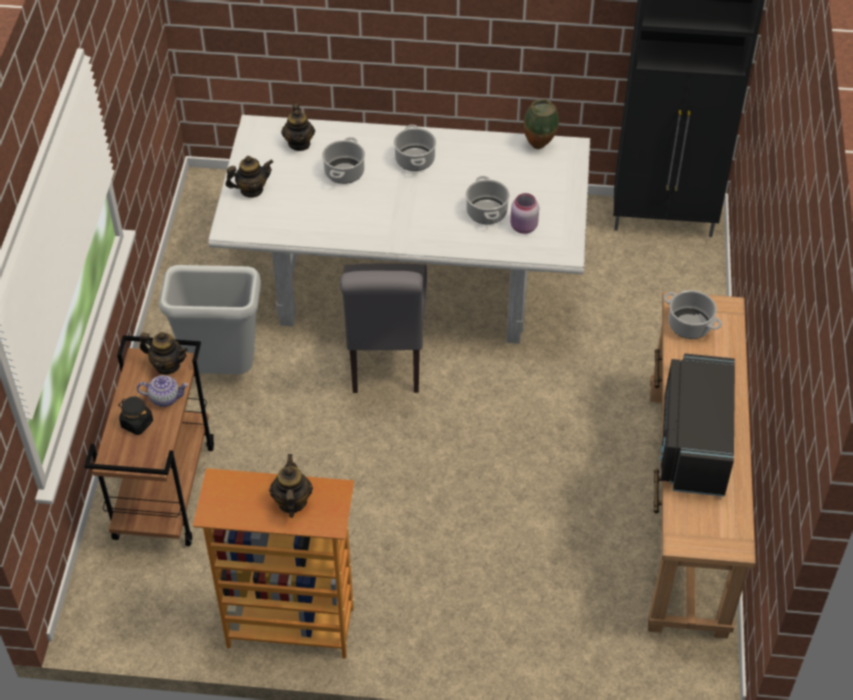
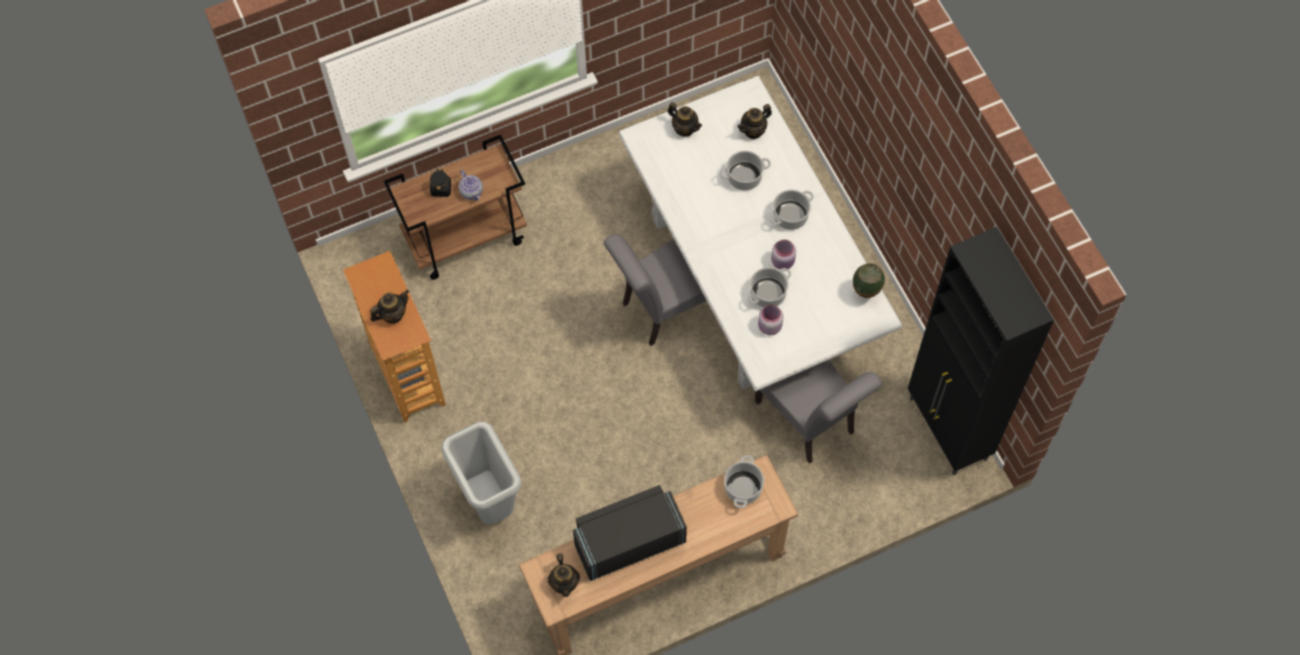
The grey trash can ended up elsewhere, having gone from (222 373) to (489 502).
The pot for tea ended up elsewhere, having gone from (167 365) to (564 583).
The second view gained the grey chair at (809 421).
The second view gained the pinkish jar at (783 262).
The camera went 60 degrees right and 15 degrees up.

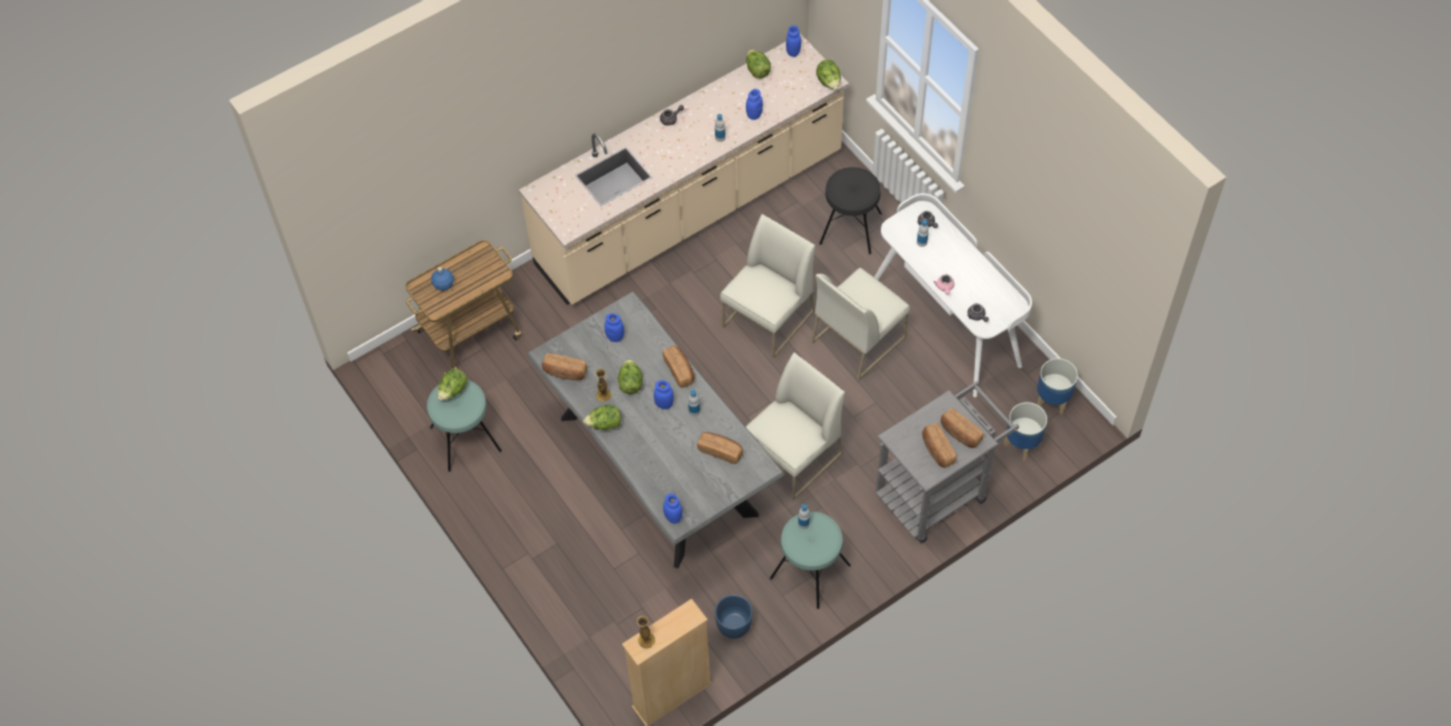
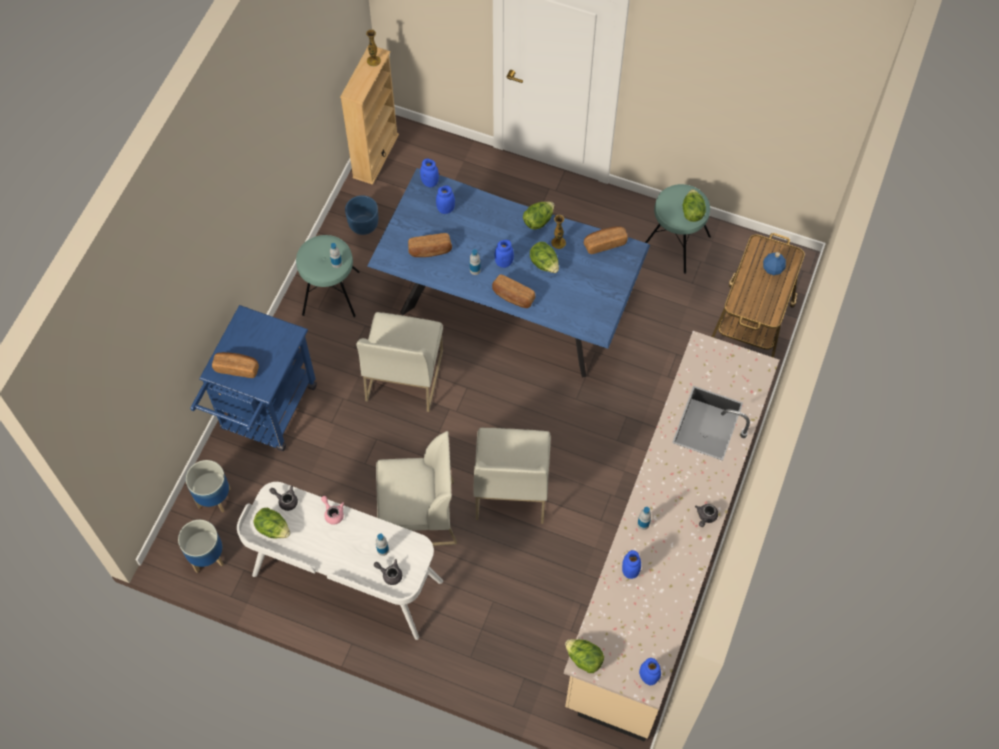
What was the grey wheeled cart at (938 491) turned into the blue wheeled cart at (265 414).
The head of lettuce ended up elsewhere, having gone from (757 70) to (273 529).
What was the grey dinner table at (658 466) turned into the blue dinner table at (508 307).
The whitish chair at (858 339) ended up facing another way, 75 degrees clockwise from before.
The blue jar ended up elsewhere, having gone from (615 337) to (445 209).
The second view lost the black stool seat at (850 228).
The second view lost the baked bread at (937 450).
The camera went 145 degrees right and 5 degrees up.

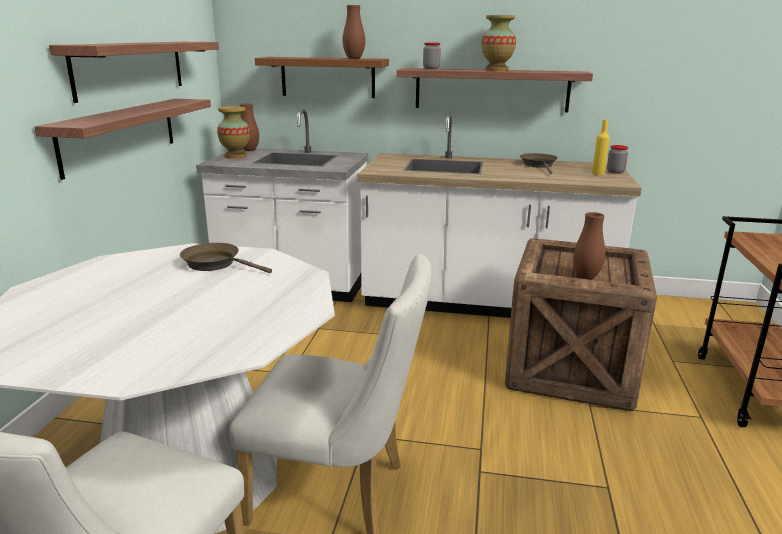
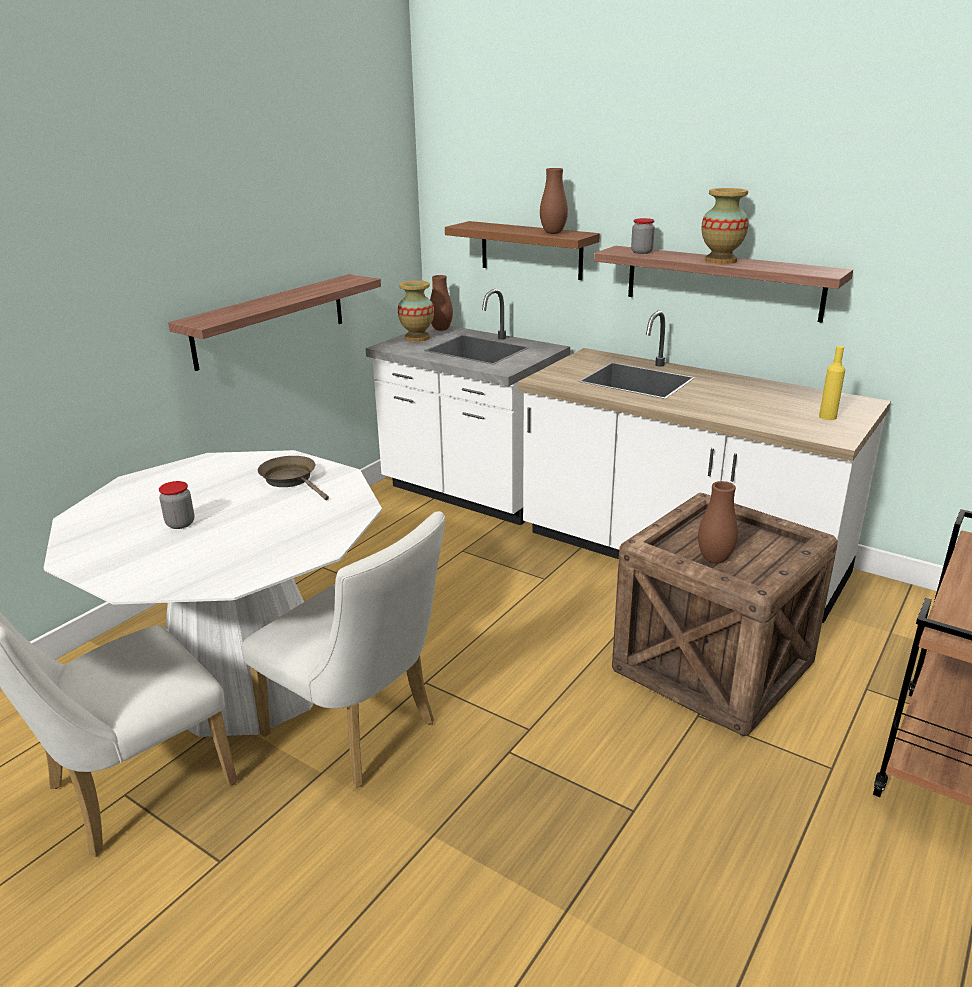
The jar ended up elsewhere, having gone from (615 172) to (180 524).
The second view lost the wall shelf at (131 68).
The second view lost the brown skillet at (539 165).
The camera went 25 degrees right and 5 degrees up.

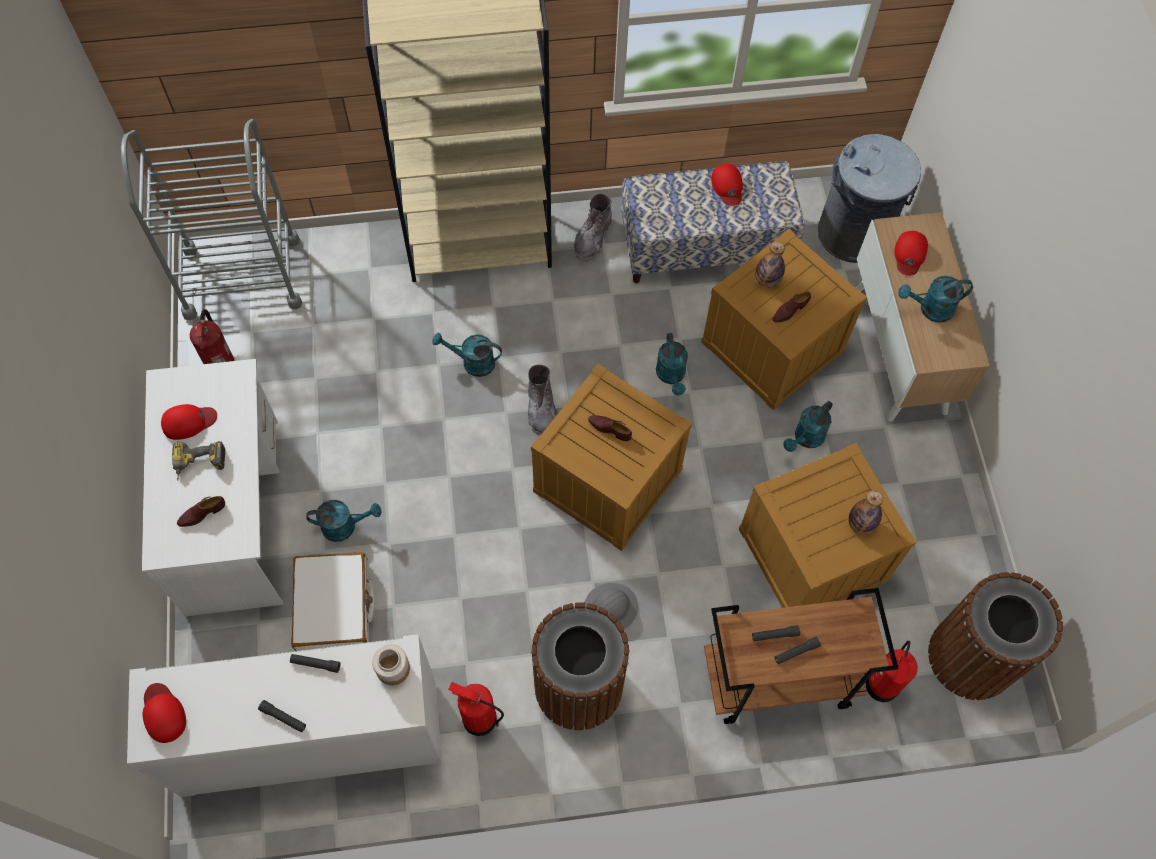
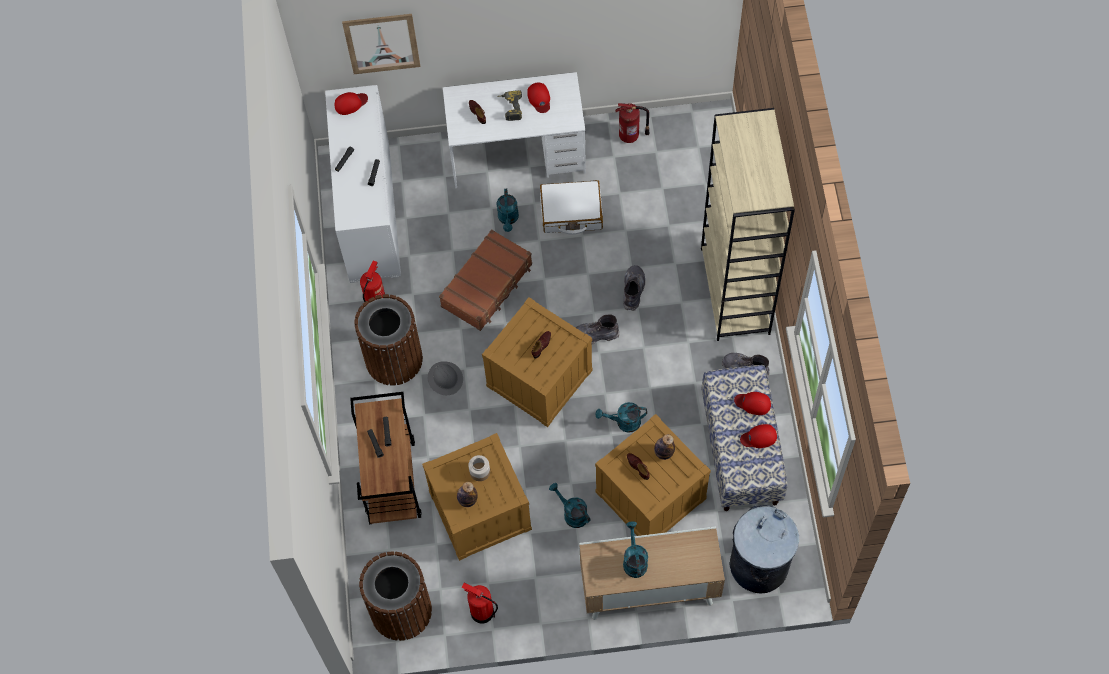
The second view gained the wall picture at (382 43).
The second view gained the brown piece of luggage at (487 285).
The fire extinguisher ended up elsewhere, having gone from (882 686) to (481 611).
The jar ended up elsewhere, having gone from (392 668) to (480 471).
The whitish piece of luggage ended up elsewhere, having gone from (334 608) to (571 212).
Where the turquoise-coloured sprinkling can stood at (472 362), the grey high-top boot came to stand at (633 290).
The red peaked cap ended up elsewhere, having gone from (909 254) to (753 403).
The second view lost the grey wheeled cart at (242 277).
The camera went 95 degrees right and 0 degrees up.

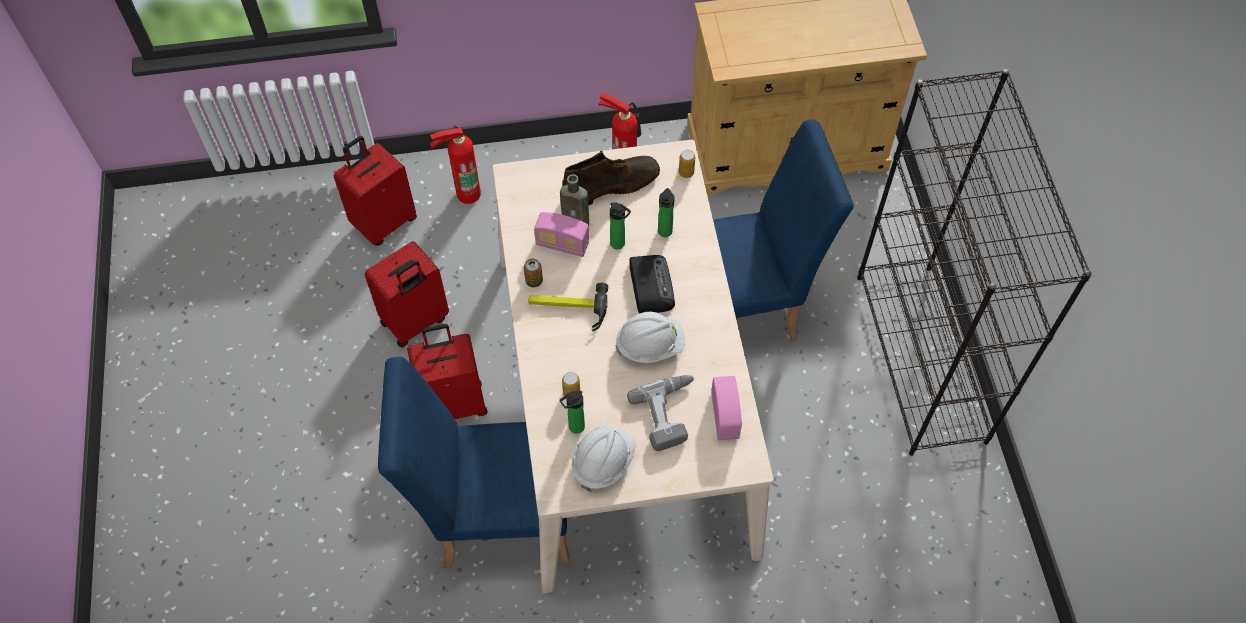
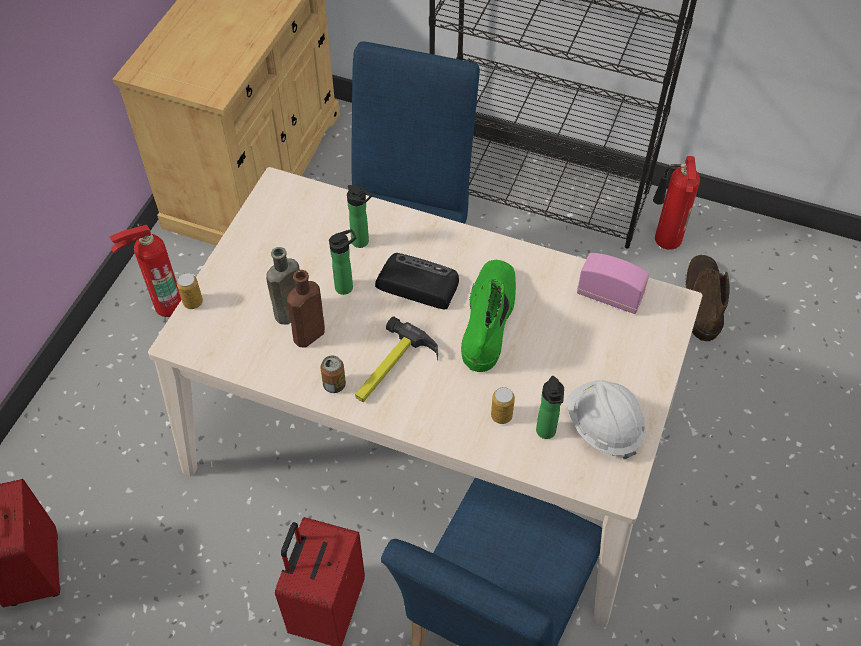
The sealed can ended up elsewhere, having gone from (686 172) to (193 302).
Where the radio set stood at (562 244), the brown drink bottle came to stand at (307 336).
Where the whitish work helmet stood at (650 345), the green-coloured high-top boot came to stand at (488 318).
The fire extinguisher ended up elsewhere, having gone from (466 193) to (665 240).
The brown high-top boot ended up elsewhere, having gone from (612 185) to (703 300).
The second view lost the red piece of luggage at (415 322).
The second view lost the drill at (670 414).
The camera went 60 degrees left and 5 degrees down.

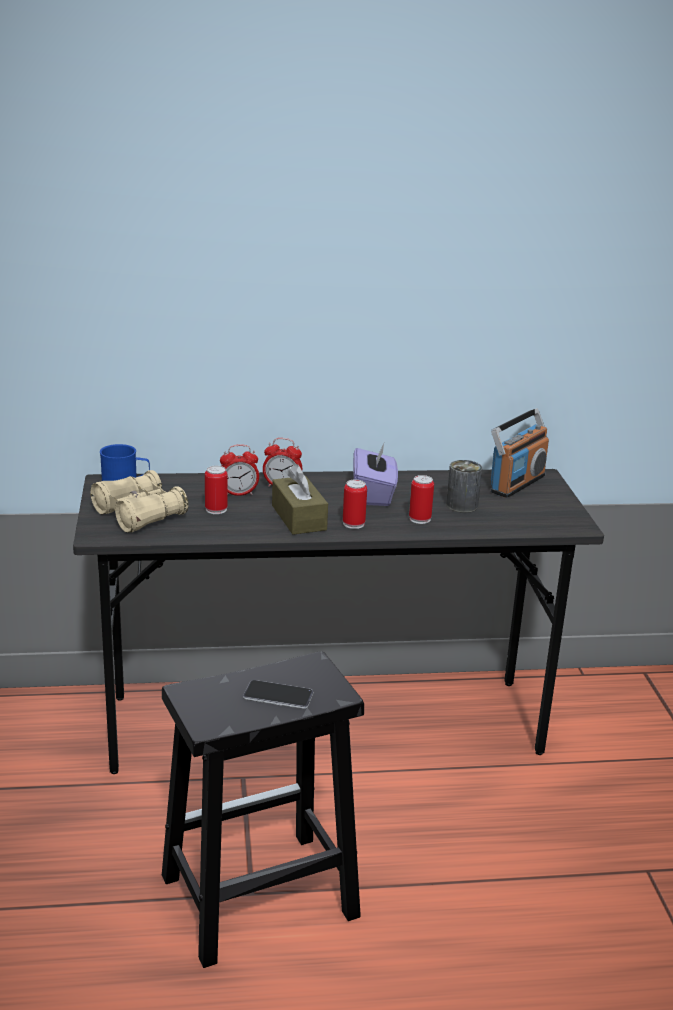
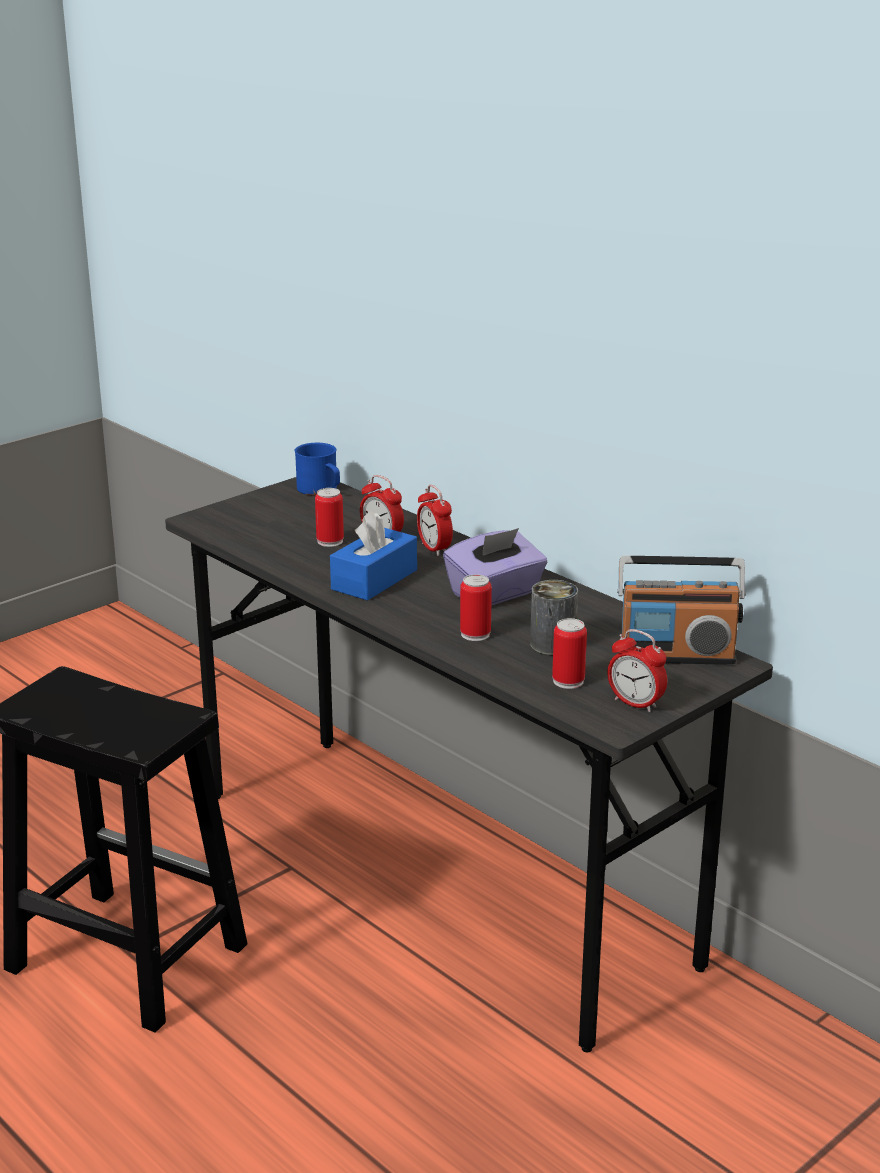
What was the brown box of tissues at (299 518) turned into the blue box of tissues at (374 580).
The sealed can ended up elsewhere, having gone from (353 524) to (568 681).
The second view gained the bedside clock at (635 704).
The second view lost the beige-coloured field glasses at (139 514).
The second view lost the telephone at (278 696).
The camera went 55 degrees right and 0 degrees up.

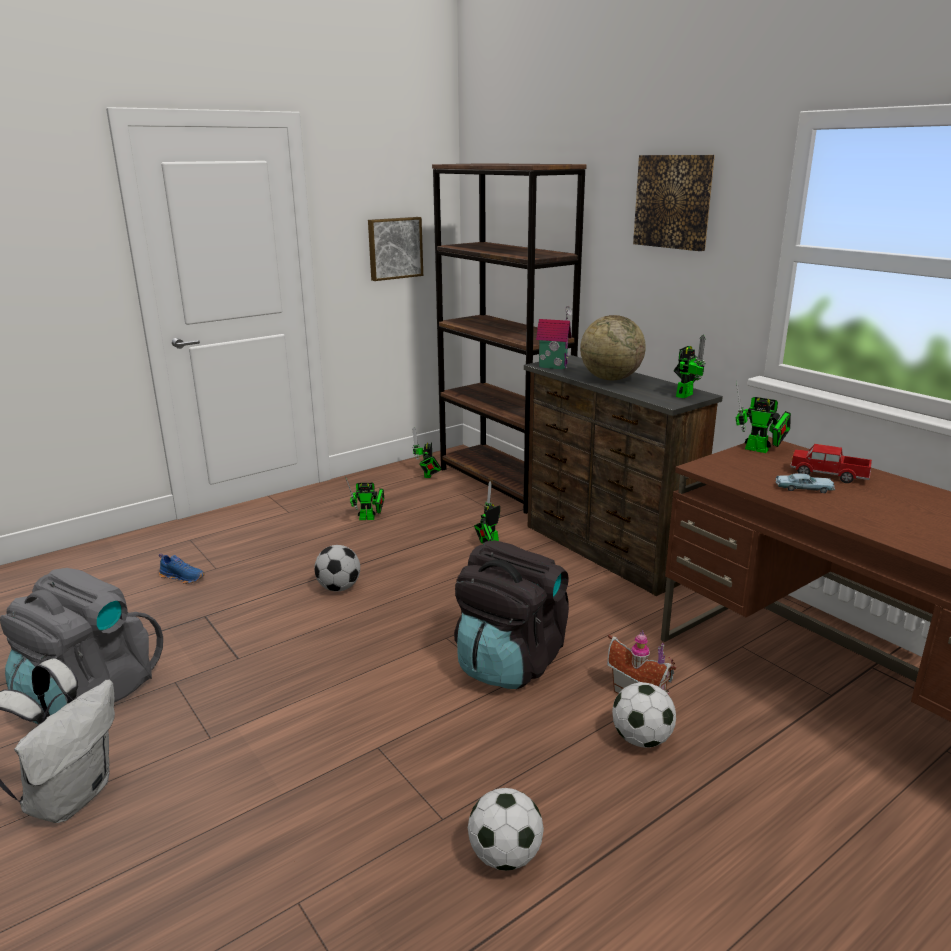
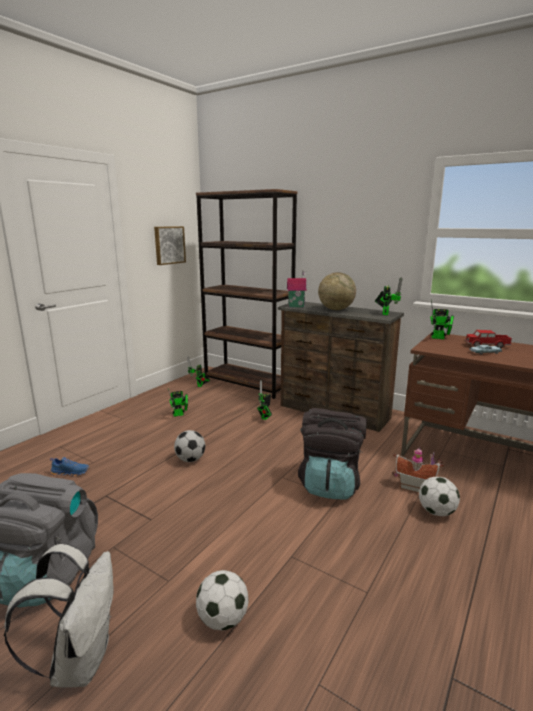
The football ended up elsewhere, having gone from (504 856) to (222 619).
The second view lost the wall picture at (674 202).
The camera went 20 degrees left and 5 degrees down.

